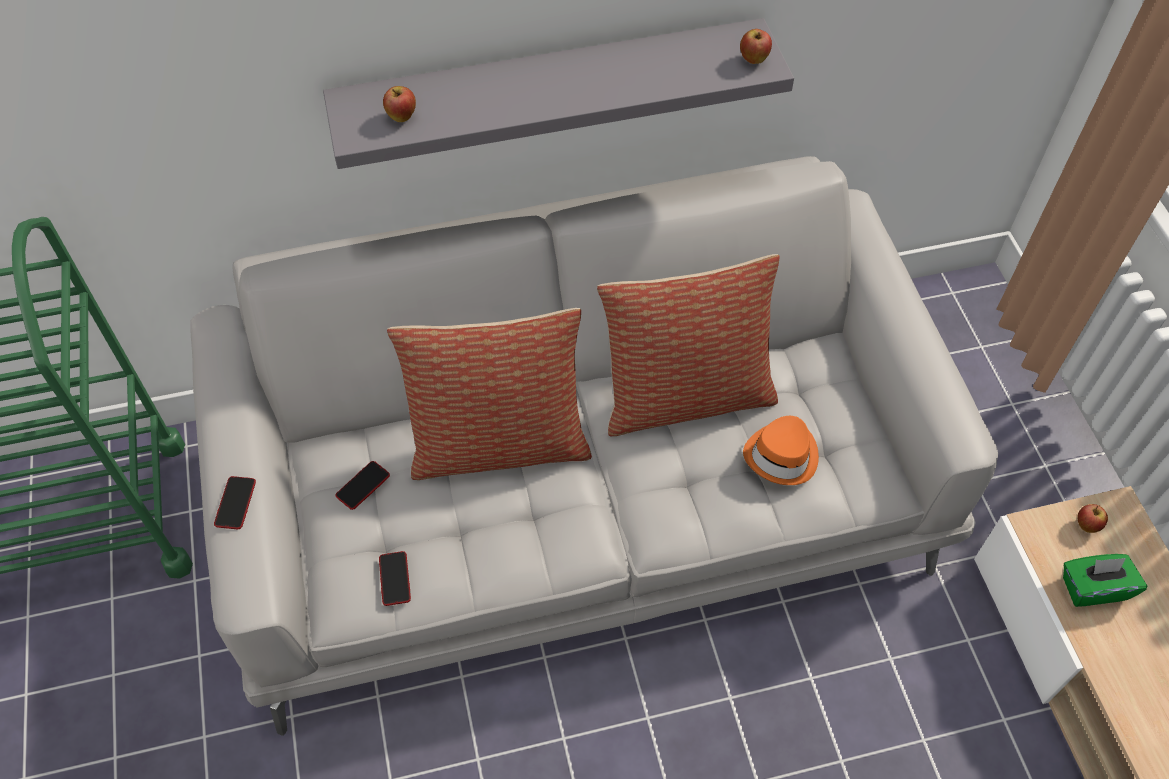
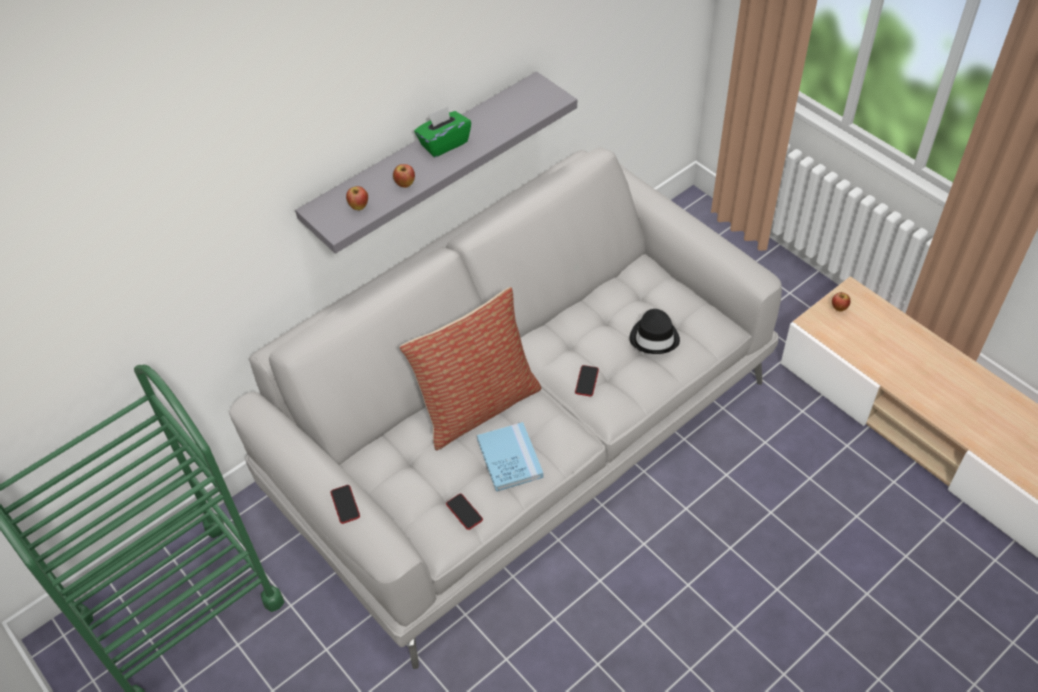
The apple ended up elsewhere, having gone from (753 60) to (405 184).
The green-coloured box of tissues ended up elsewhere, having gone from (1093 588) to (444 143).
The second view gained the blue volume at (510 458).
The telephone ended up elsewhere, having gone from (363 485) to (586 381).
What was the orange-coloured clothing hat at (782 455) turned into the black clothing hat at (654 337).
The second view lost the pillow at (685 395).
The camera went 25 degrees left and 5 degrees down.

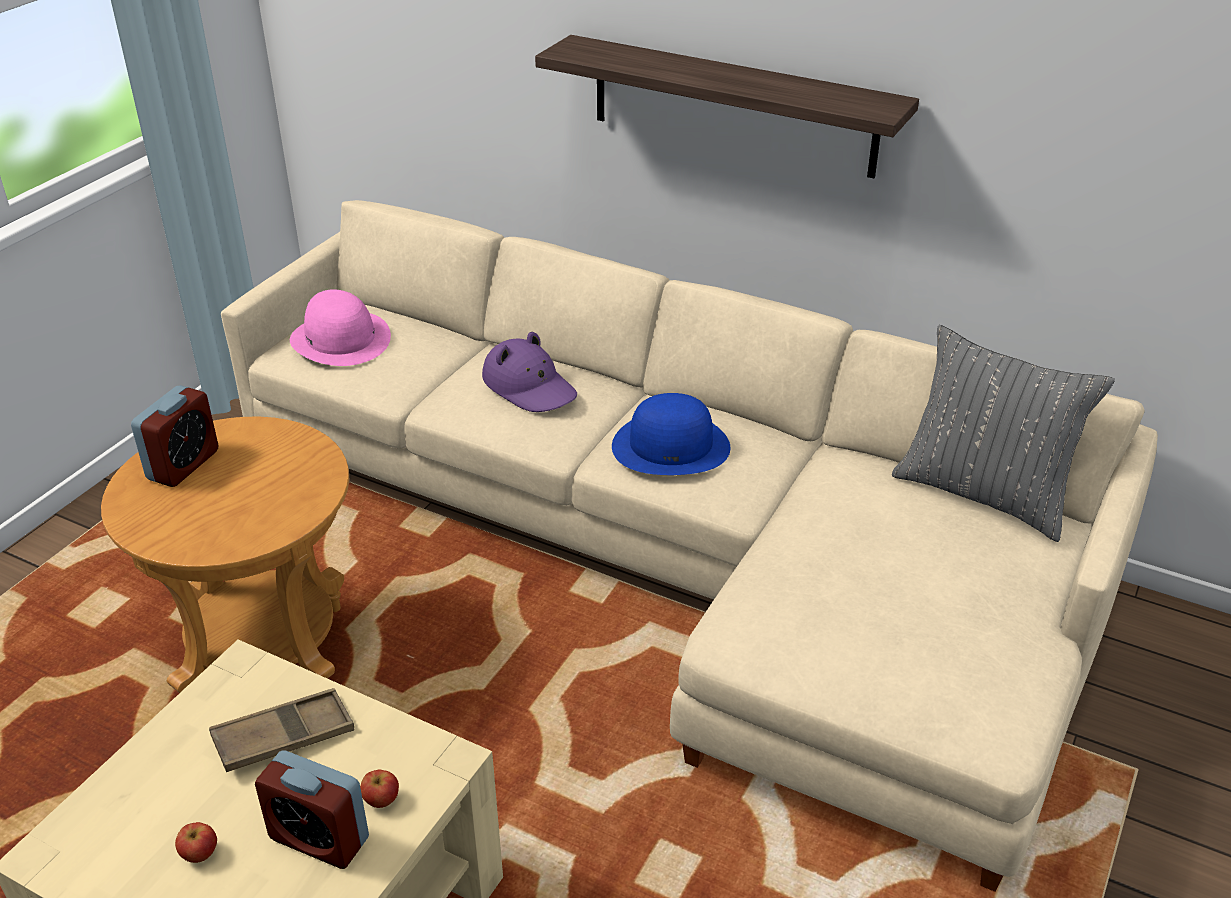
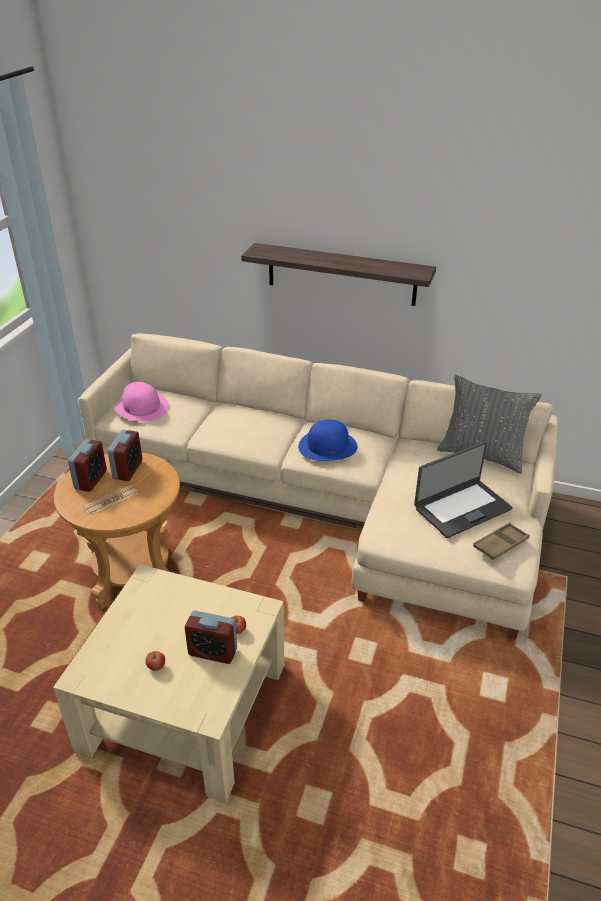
The second view gained the newspaper at (111 500).
The second view gained the bedside clock at (128 470).
The second view gained the notebook computer at (461 508).
The brown serving tray ended up elsewhere, having gone from (284 737) to (500 544).
The second view lost the purple clothing hat at (530 386).
The camera went 10 degrees left and 0 degrees up.

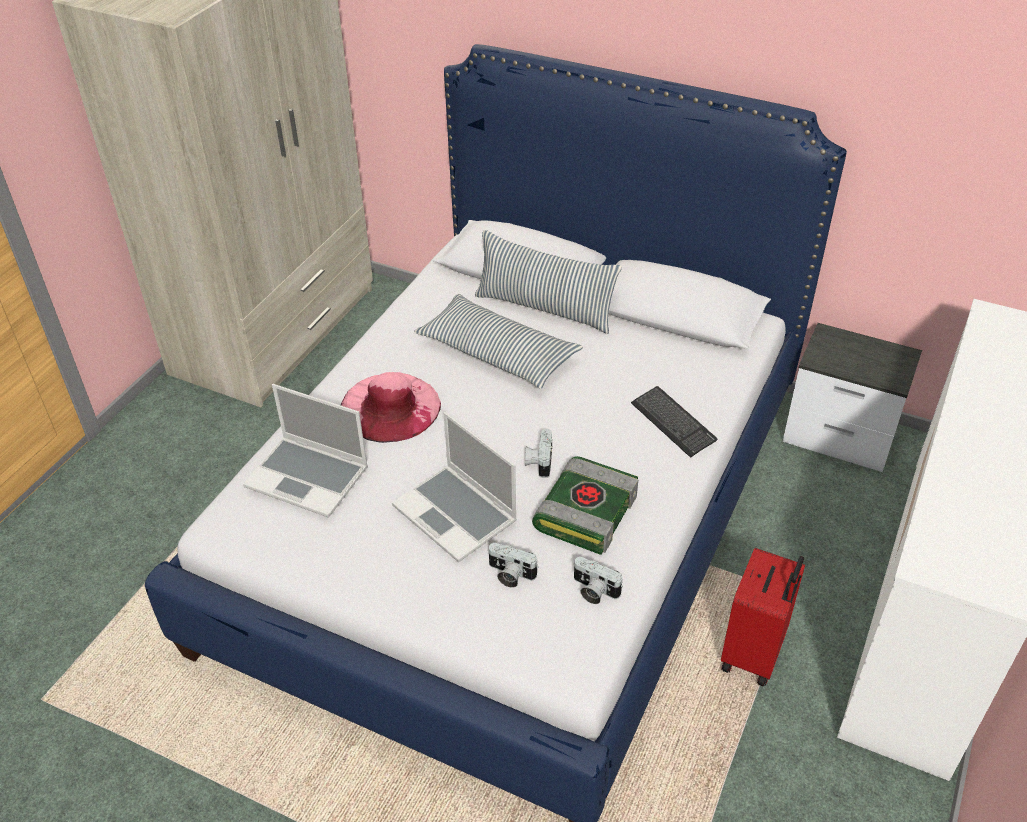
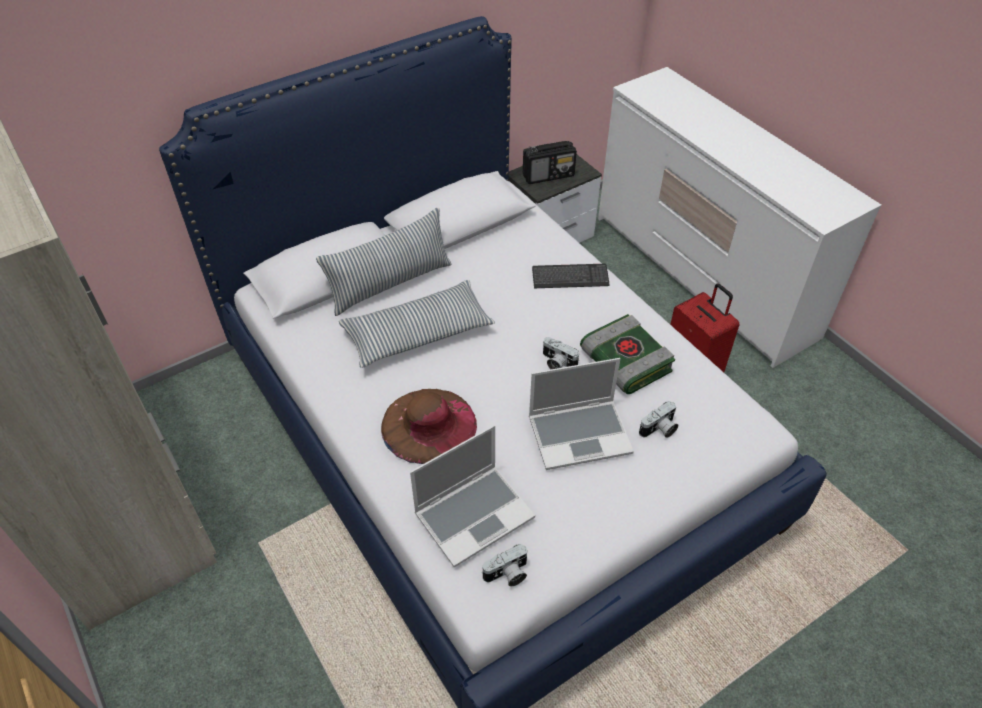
What was the pinkish clothing hat at (390 406) turned into the brown clothing hat at (428 425).
The photo camera ended up elsewhere, having gone from (593 590) to (507 575).
The second view gained the radio set at (549 175).
The camera went 60 degrees left and 5 degrees up.

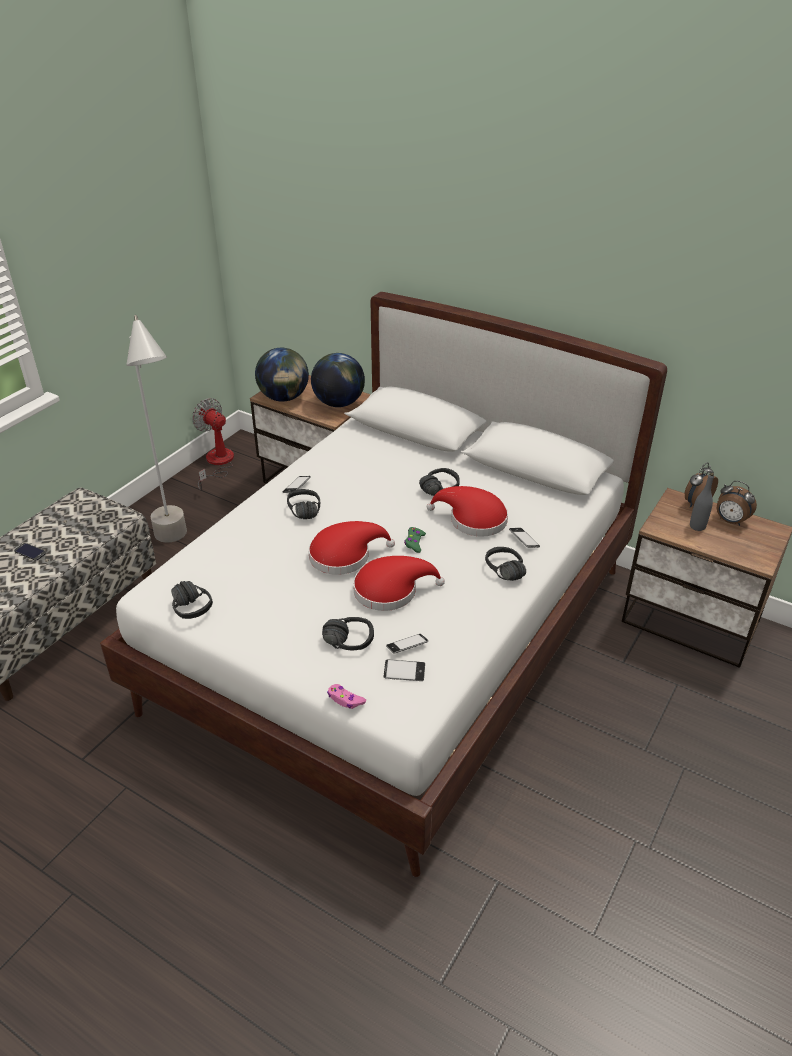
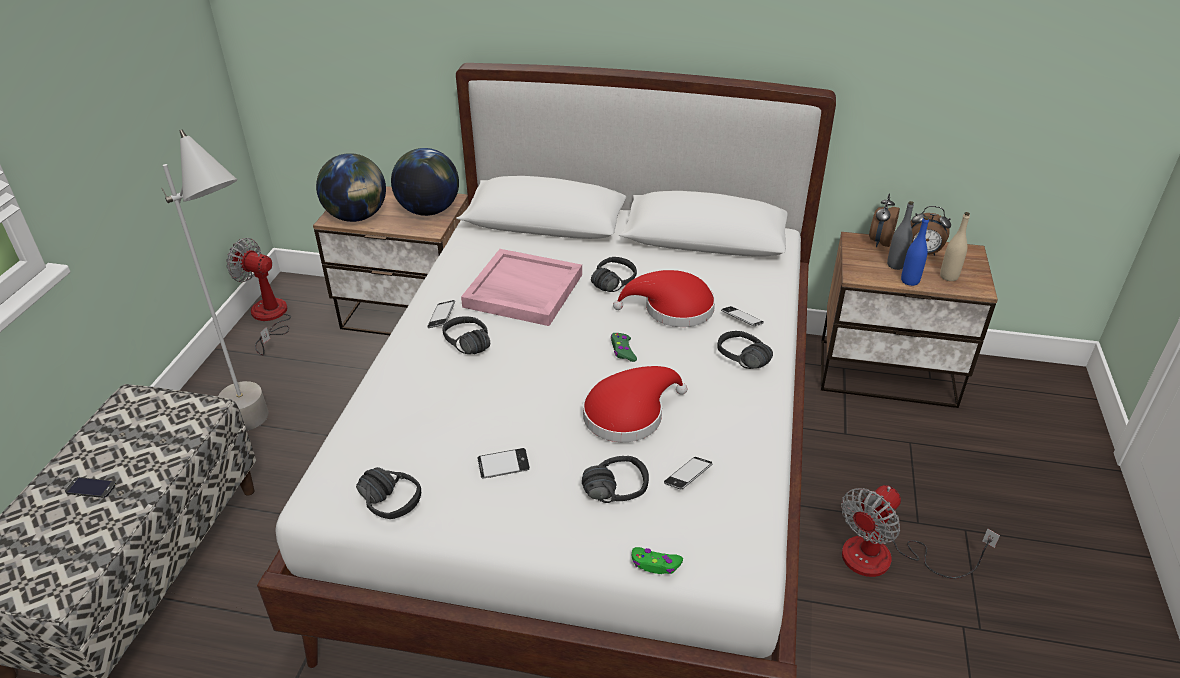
The second view gained the pinkish serving tray at (522 291).
The telephone ended up elsewhere, having gone from (404 673) to (503 466).
What was the pinkish gamepad at (345 700) turned into the green-coloured gamepad at (655 564).
The second view gained the electric fan at (885 559).
The second view gained the blue drink bottle at (910 281).
The second view gained the beige-coloured drink bottle at (948 276).
The second view lost the red clothing hat at (344 555).
The camera went 20 degrees left and 0 degrees up.

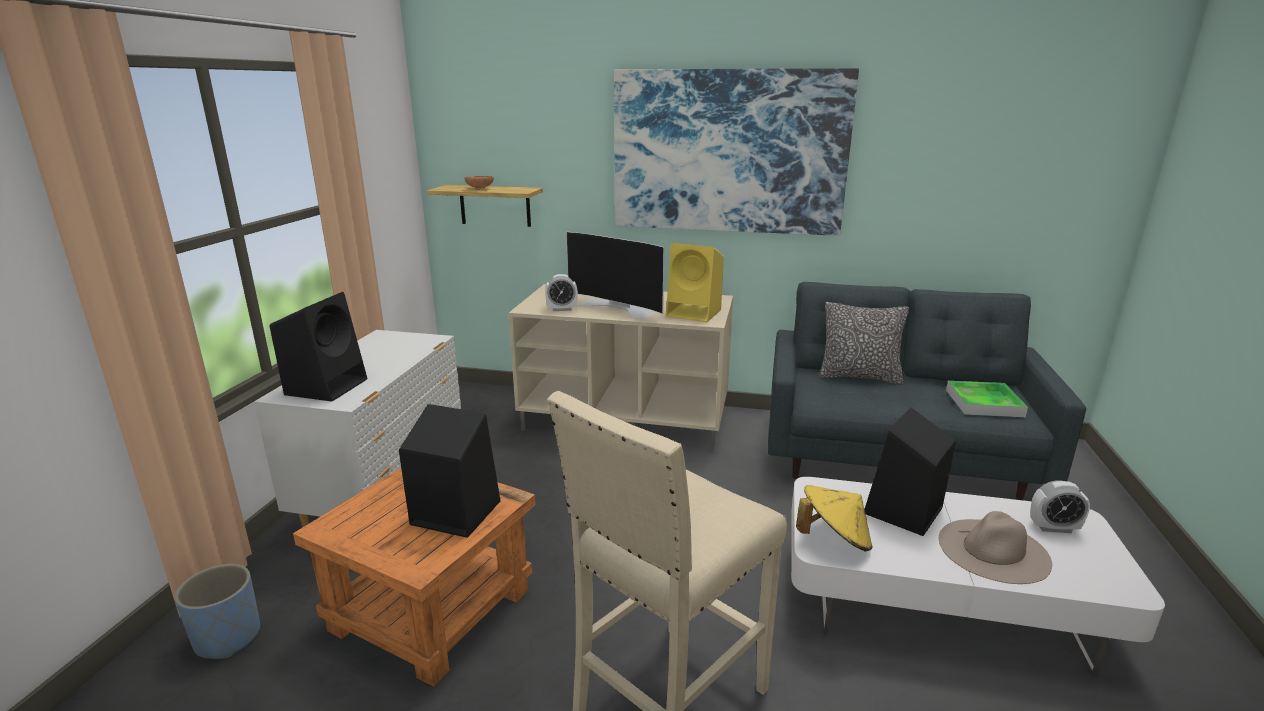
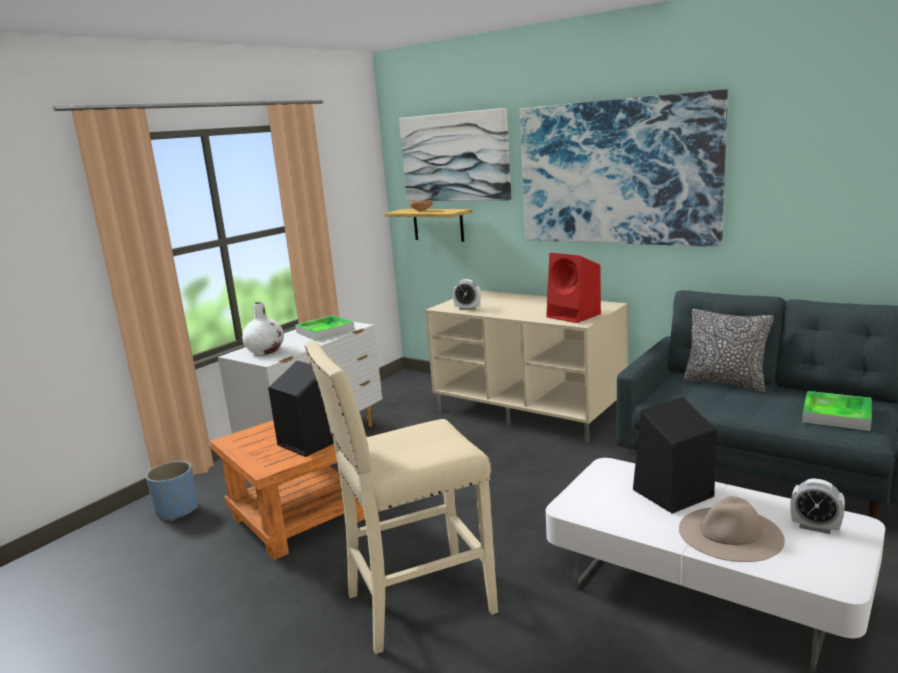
Where the black audio speaker stood at (327 386), the whitish vase came to stand at (265 351).
The second view gained the serving tray at (325 331).
The second view gained the wall picture at (454 157).
What was the yellowish audio speaker at (695 313) turned into the red audio speaker at (575 316).
The second view lost the TV set at (619 307).
The second view lost the yellowish clothing hat at (834 539).
The camera went 25 degrees right and 5 degrees down.

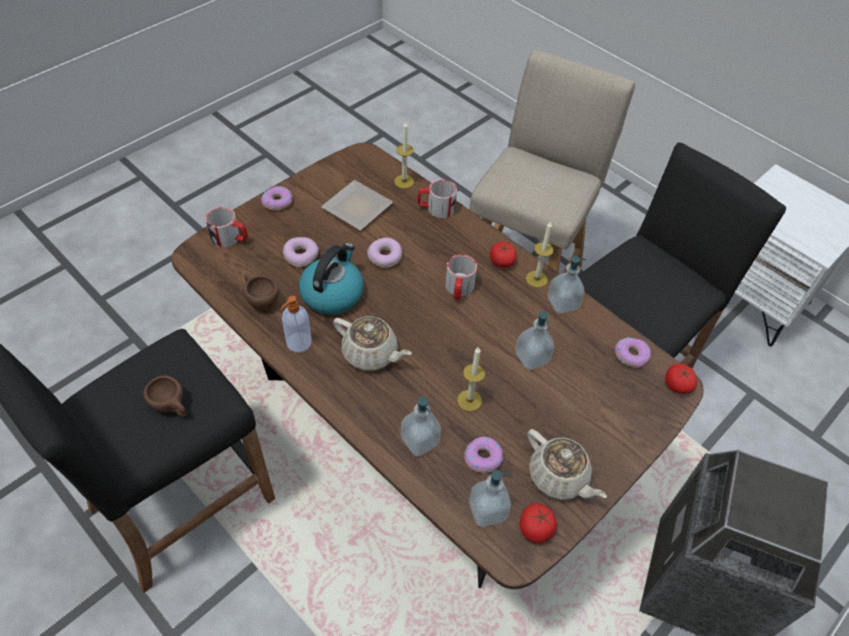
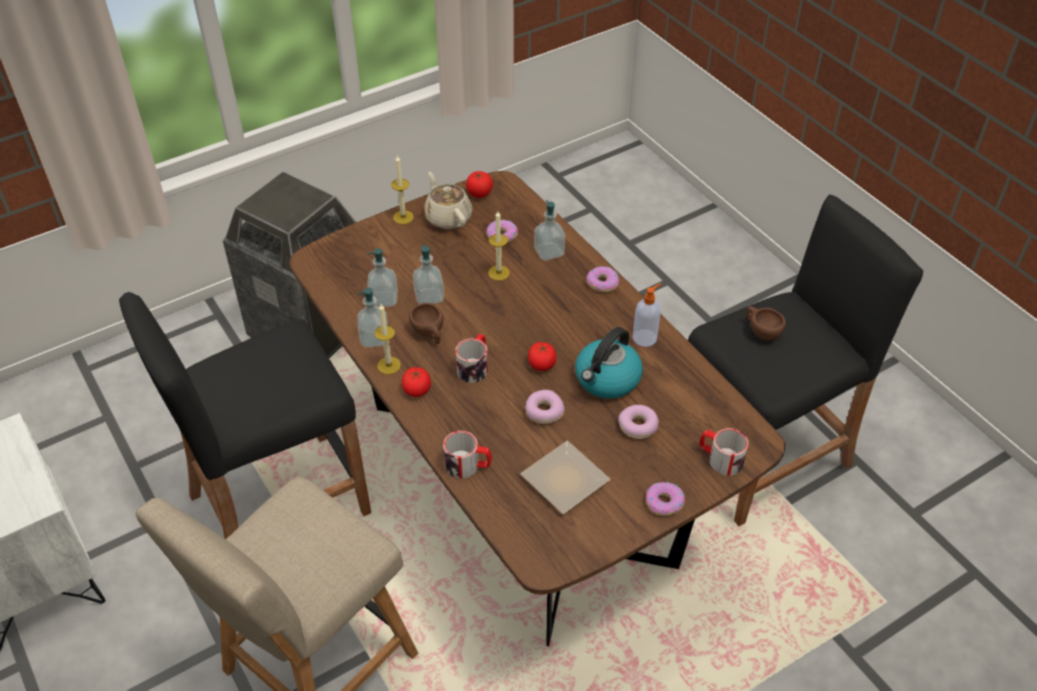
The soap bottle ended up elsewhere, having gone from (487 511) to (384 299).
The candle ended up elsewhere, having gone from (404 181) to (403 217).
The brown cup ended up elsewhere, having gone from (260 299) to (429 333).
The whole tomato ended up elsewhere, having gone from (677 385) to (542 363).
The donut ended up elsewhere, having gone from (631 355) to (602 283).
The second view lost the beige-coloured pot for tea at (371 354).
The camera went 165 degrees left and 5 degrees down.

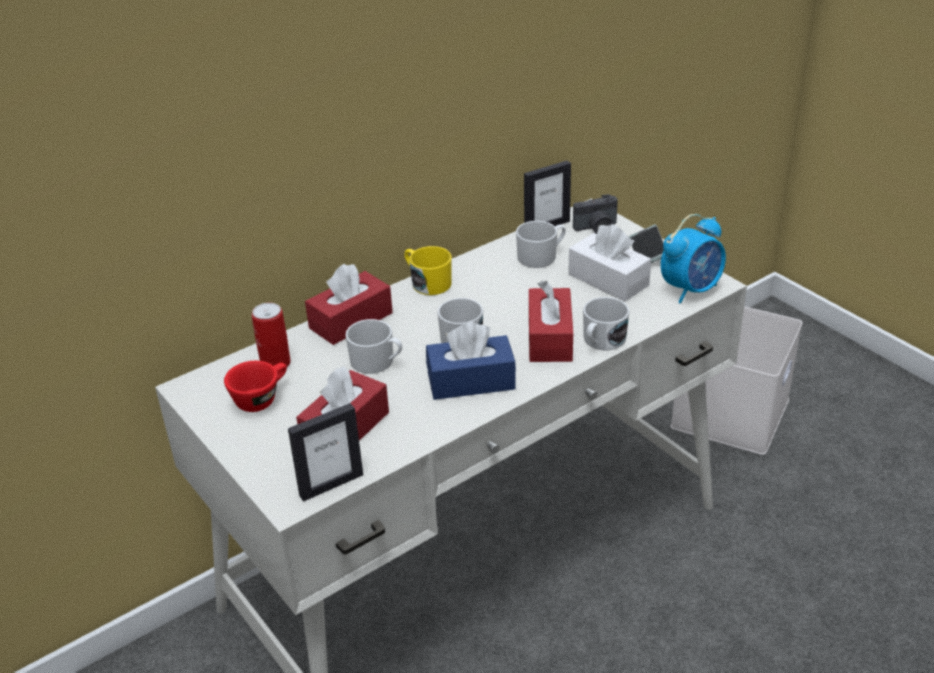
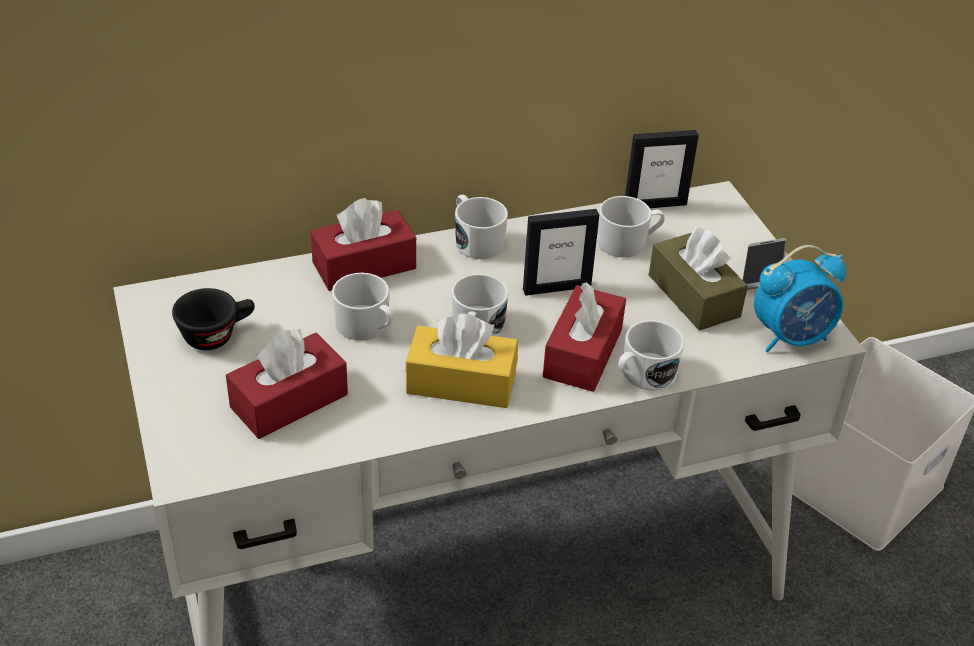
What was the red cup at (261 398) turned into the black cup at (217 334).
What was the blue box of tissues at (471 381) turned into the yellowish box of tissues at (461 382).
What was the yellowish tea mug at (427 282) turned into the whitish tea mug at (476 240).
The photo frame ended up elsewhere, having gone from (331 485) to (556 288).
What was the whitish box of tissues at (608 280) turned into the brown box of tissues at (693 296).
The second view lost the sealed can at (275 363).
The second view lost the photo camera at (597 228).
The camera went 15 degrees right and 5 degrees up.

